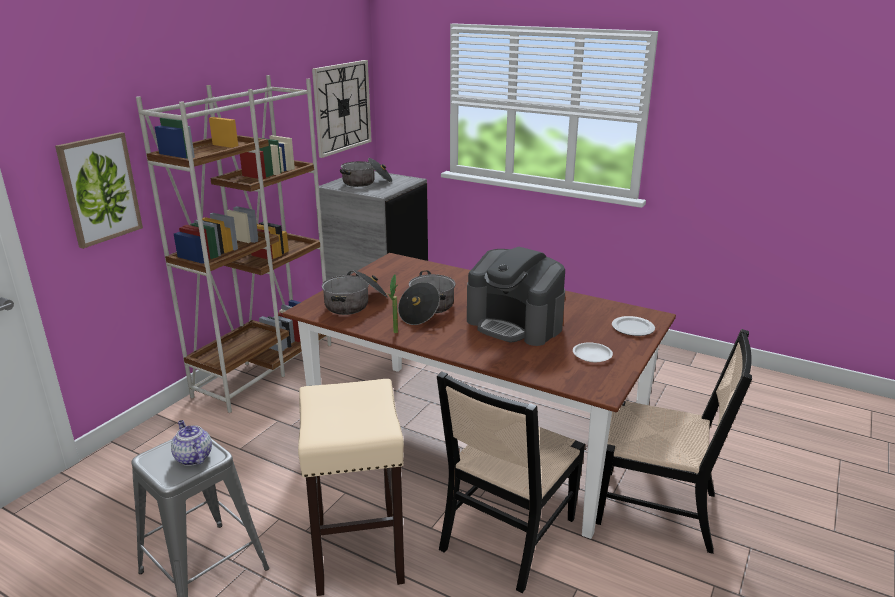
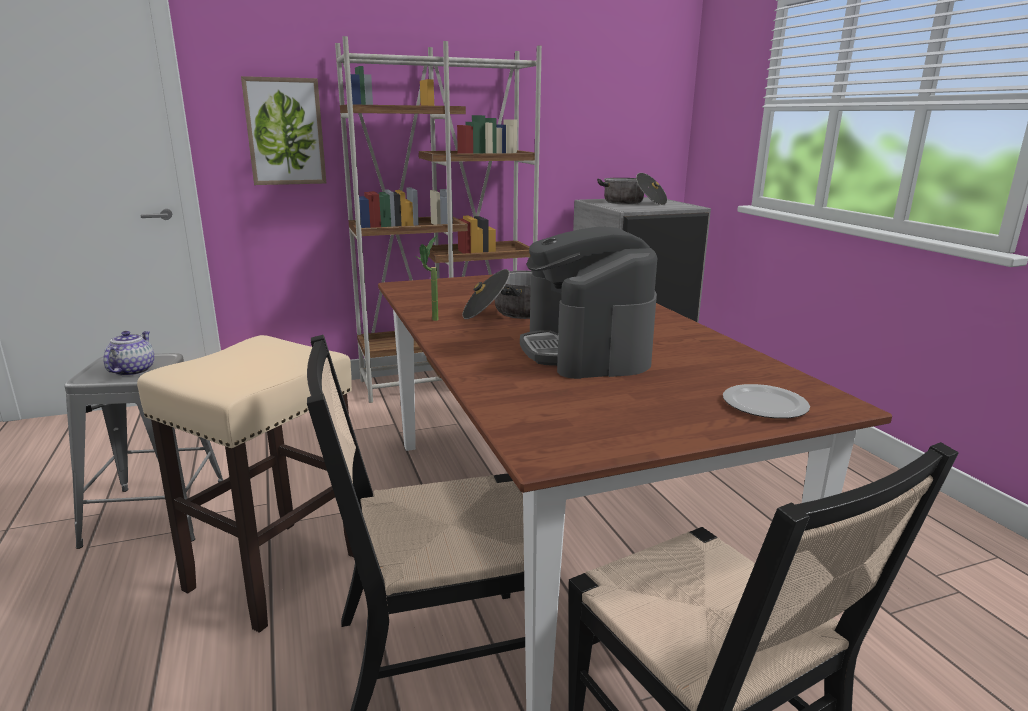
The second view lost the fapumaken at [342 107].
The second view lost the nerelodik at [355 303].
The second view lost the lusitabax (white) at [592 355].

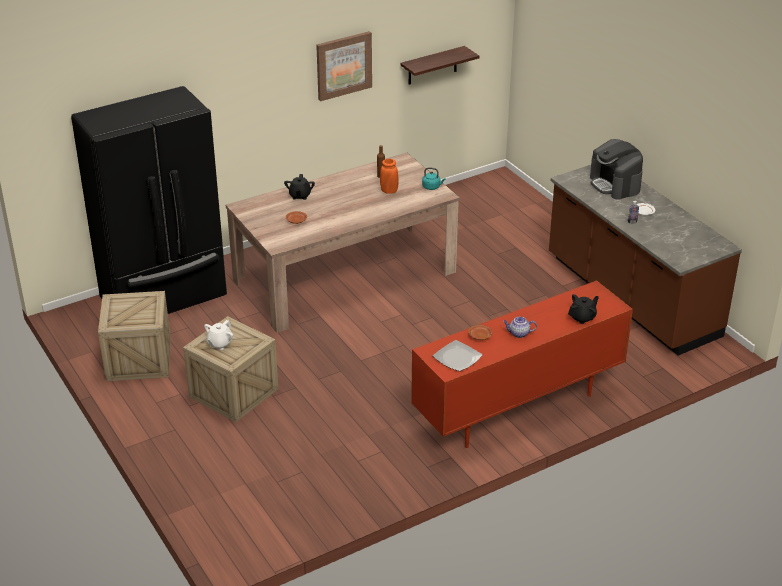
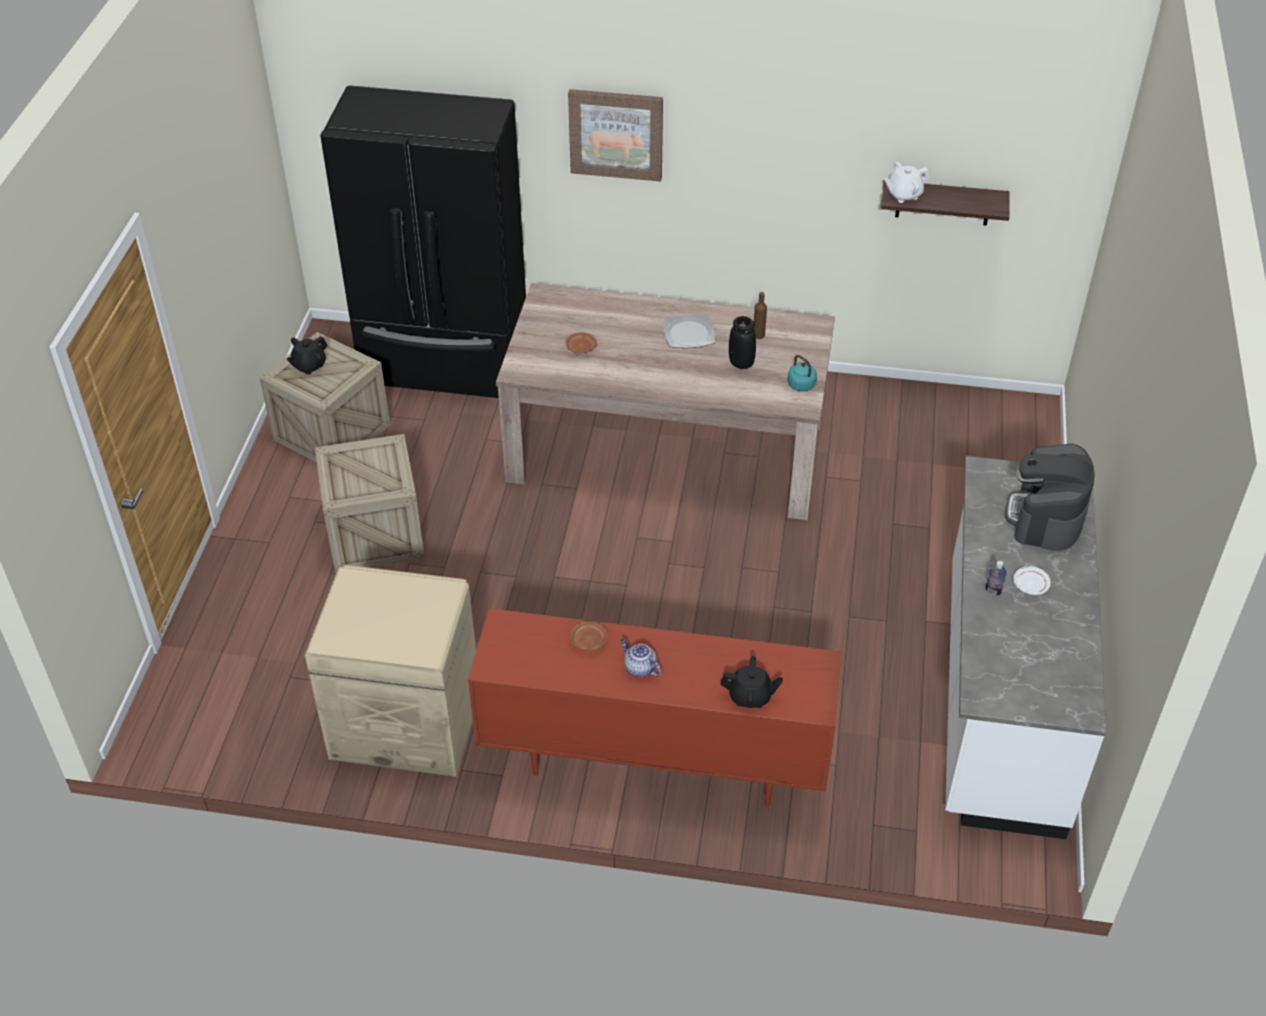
The second view gained the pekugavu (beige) at [406 719].
The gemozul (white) ended up elsewhere, having gone from [219 344] to [903 195].
The gemozul (black) ended up elsewhere, having gone from [300 196] to [309 366].
The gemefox ended up elsewhere, having gone from [343 65] to [616 134].
The lusitabax ended up elsewhere, having gone from [456 358] to [688 333].
What was the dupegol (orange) at [389 191] turned into the dupegol (black) at [741 363].
What was the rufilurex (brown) at [631 297] turned into the rufilurex (white) at [1000 695].

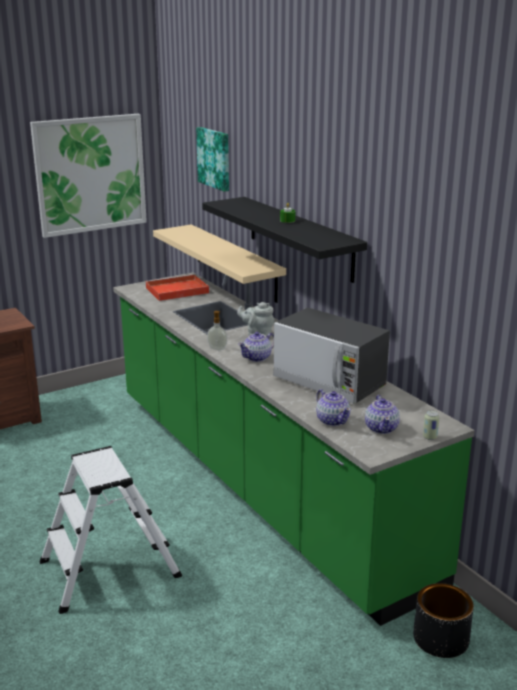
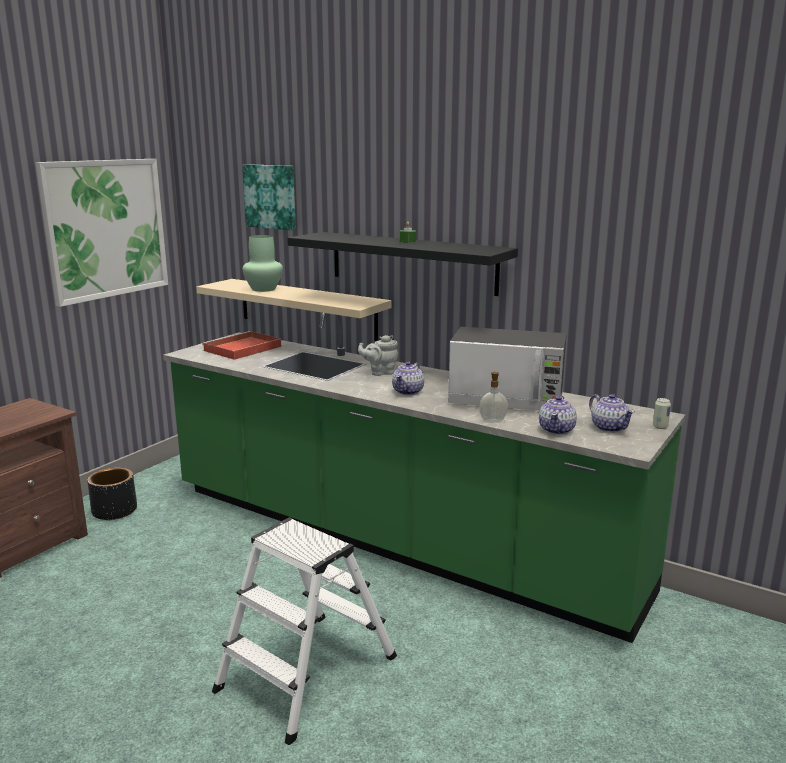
The second view gained the dupegol (green) at [263 289].
The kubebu ended up elsewhere, having gone from [217 348] to [492 421].
The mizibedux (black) ended up elsewhere, having gone from [440 640] to [114 511].
The gemozul at [332 420] ended up facing another way, 75 degrees clockwise from before.

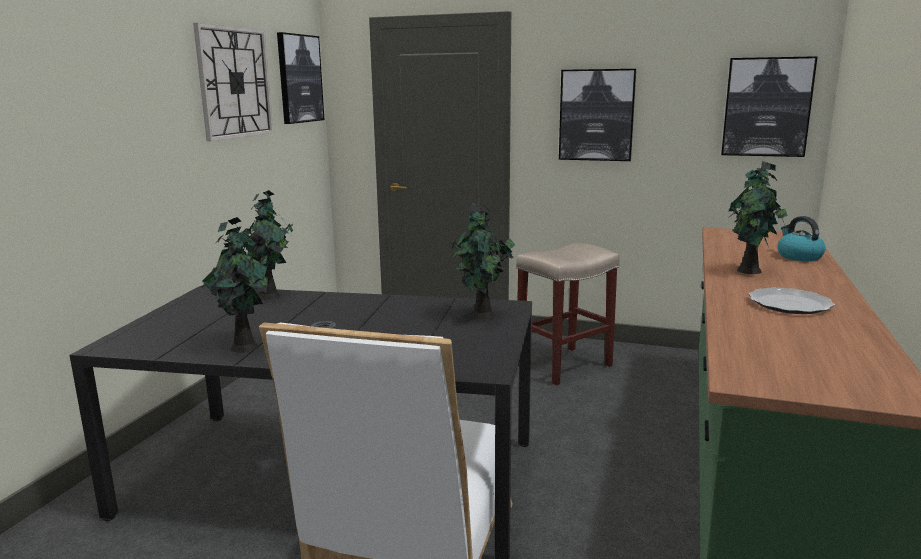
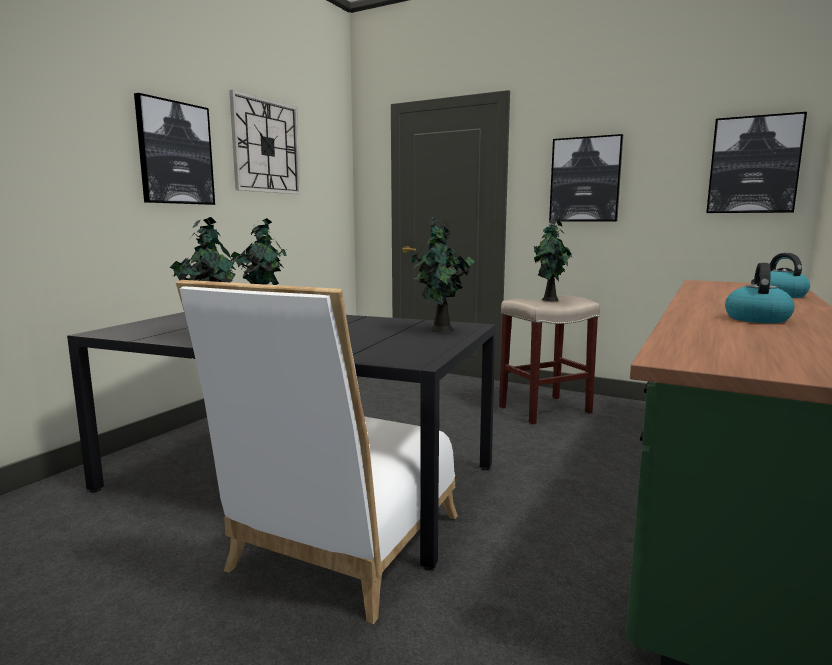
The gemefox ended up elsewhere, having gone from [299 79] to [175 153].
The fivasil ended up elsewhere, having gone from [750 271] to [550 300].
Where the lusitabax stood at [789 304], the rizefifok came to stand at [756 319].

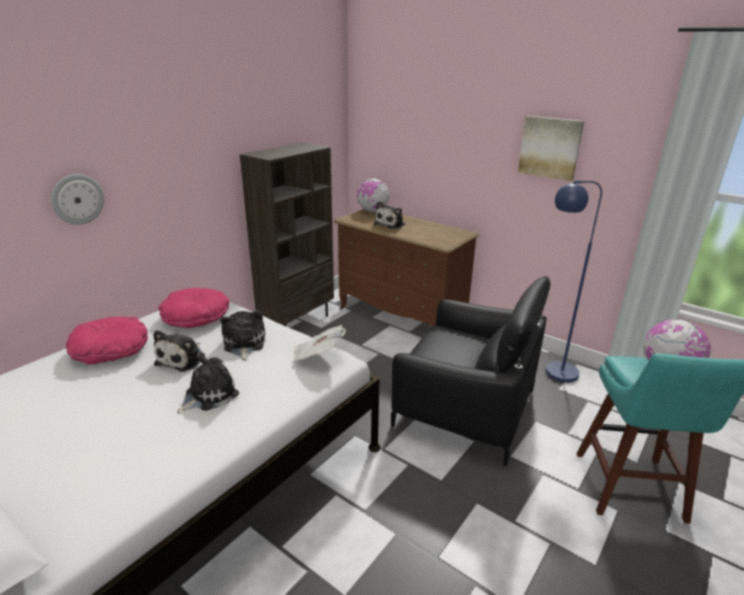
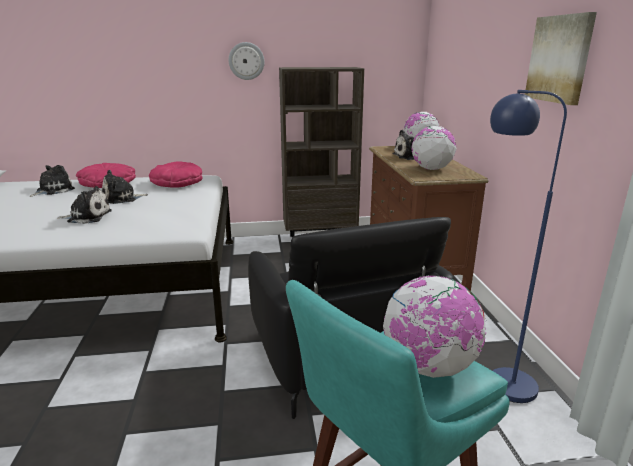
The second view lost the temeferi at [317 355].
The second view gained the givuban at [431 169].
The fapumaken ended up elsewhere, having gone from [77 199] to [246 61].
The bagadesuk ended up elsewhere, having gone from [243 344] to [53 190].

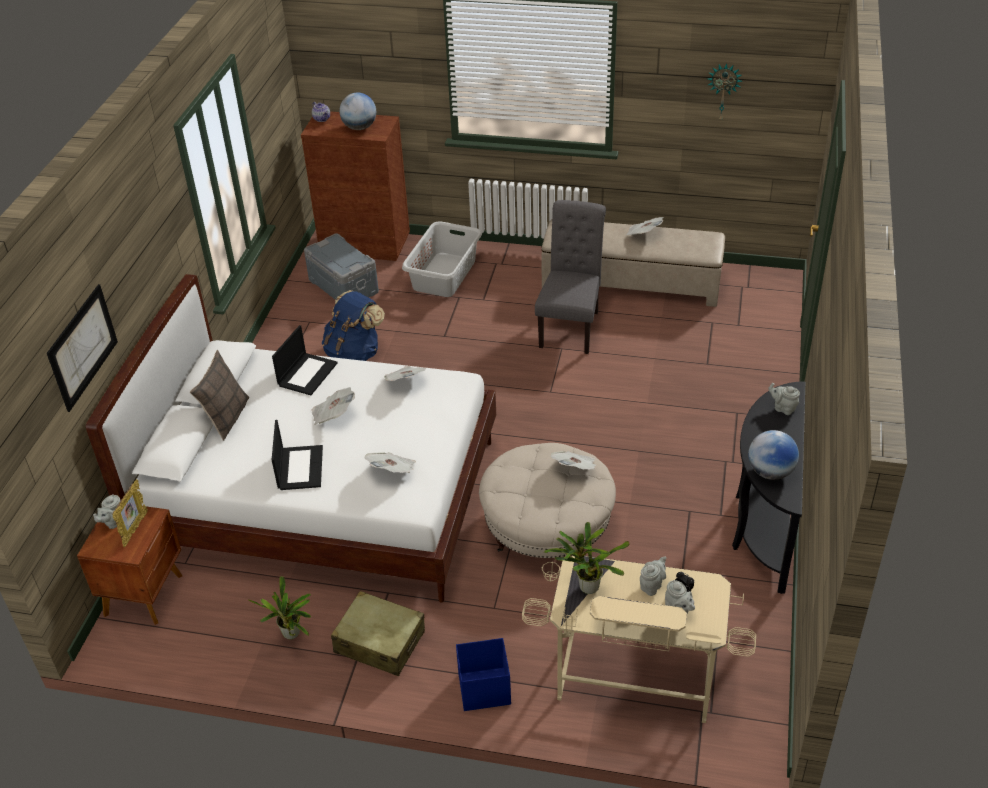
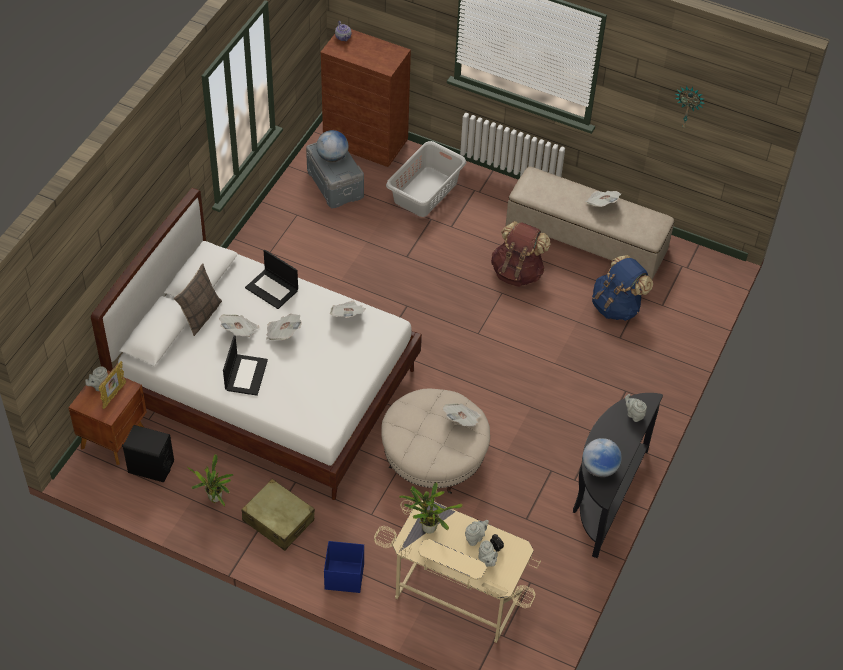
The second view lost the gemefox at [83 347].
The second view gained the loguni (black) at [151 467].
The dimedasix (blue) ended up elsewhere, having gone from [354 353] to [617 306].
The givuban ended up elsewhere, having gone from [359 127] to [332 157].
The temeferi ended up elsewhere, having gone from [393 471] to [240 331].
Where the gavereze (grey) stood at [571 326], the dimedasix (brown) came to stand at [517 272].
The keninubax at [307 374] ended up facing another way, 90 degrees clockwise from before.

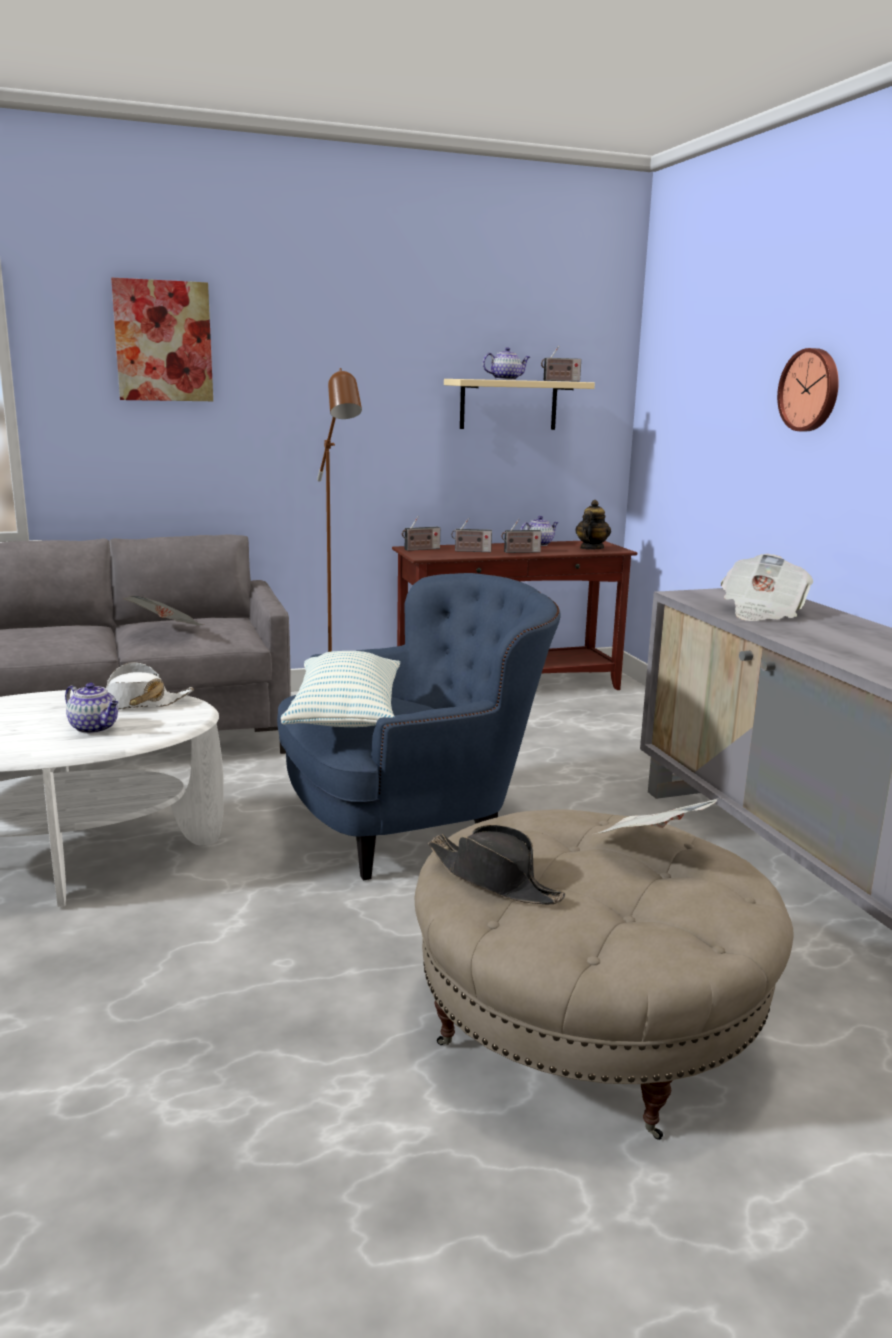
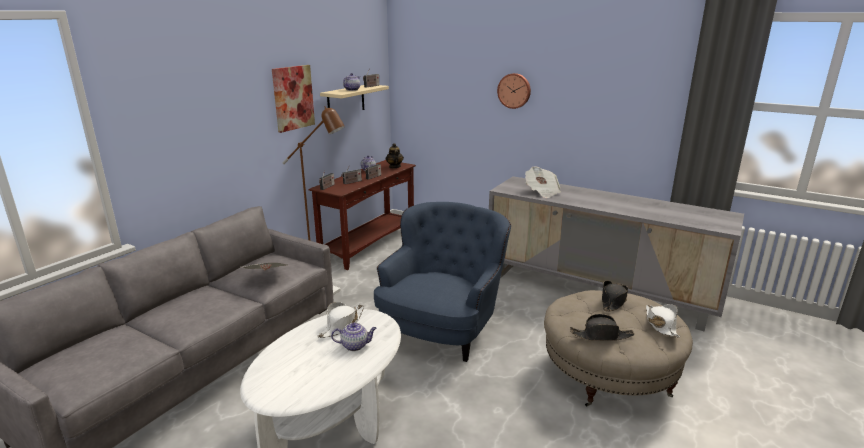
The second view lost the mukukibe at [346 716].
The second view gained the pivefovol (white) at [660 324].
The gemefox ended up elsewhere, having gone from [163 341] to [293 98].
Where the temeferi stood at [653 846], the pivefovol (black) came to stand at [613 301].

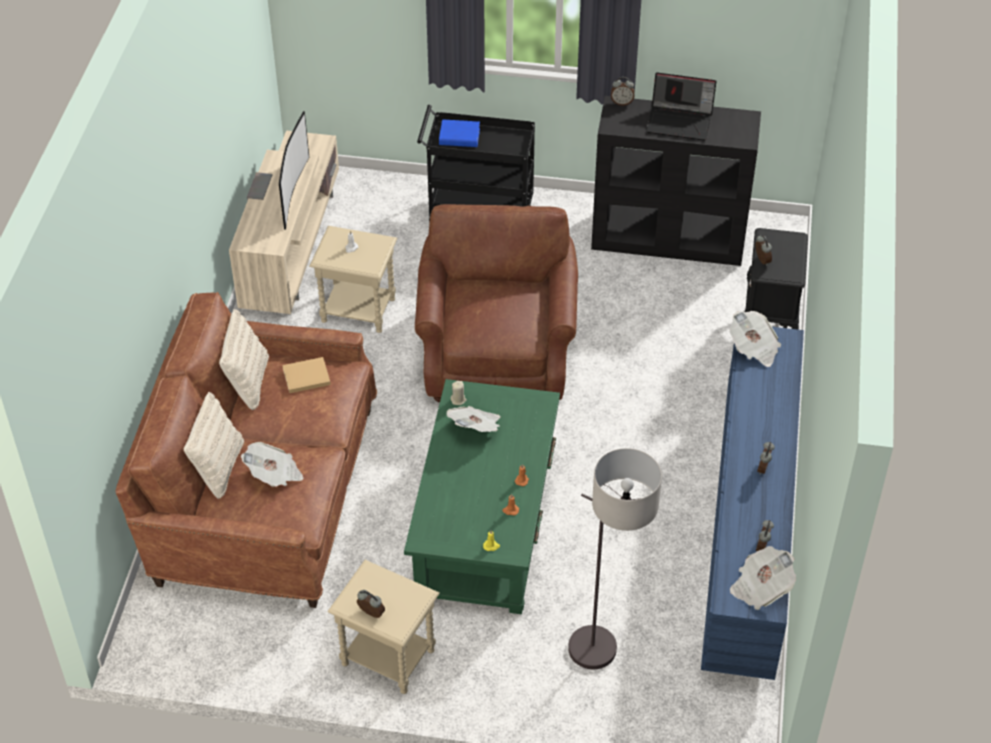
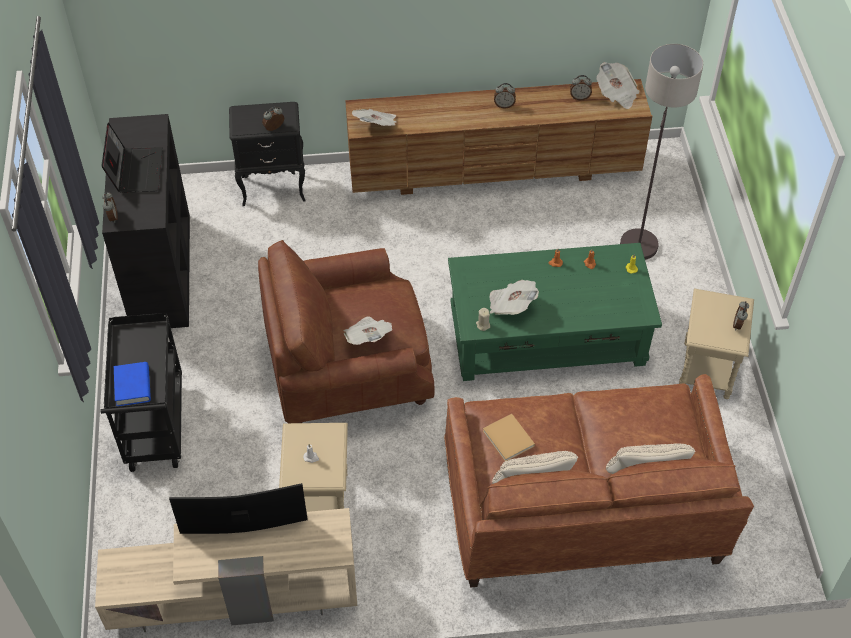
The temeferi ended up elsewhere, having gone from [274 475] to [368 338].
What was the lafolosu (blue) at [747 534] turned into the lafolosu (brown) at [493 174].

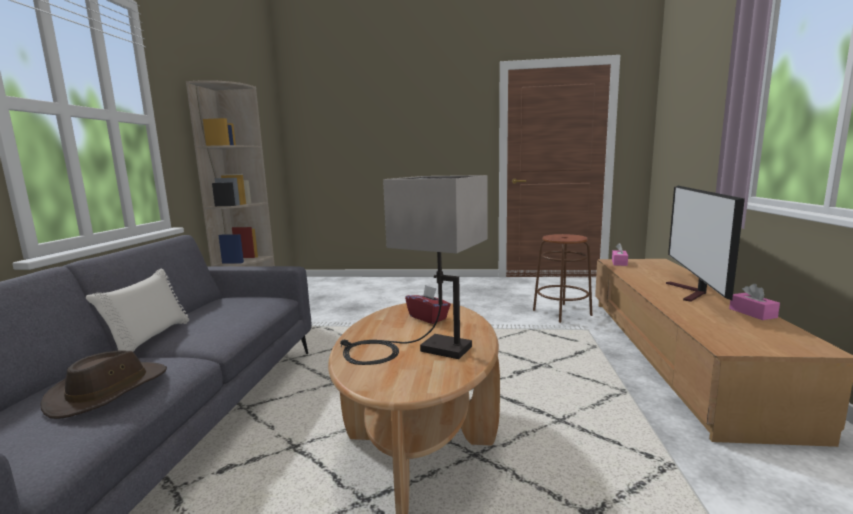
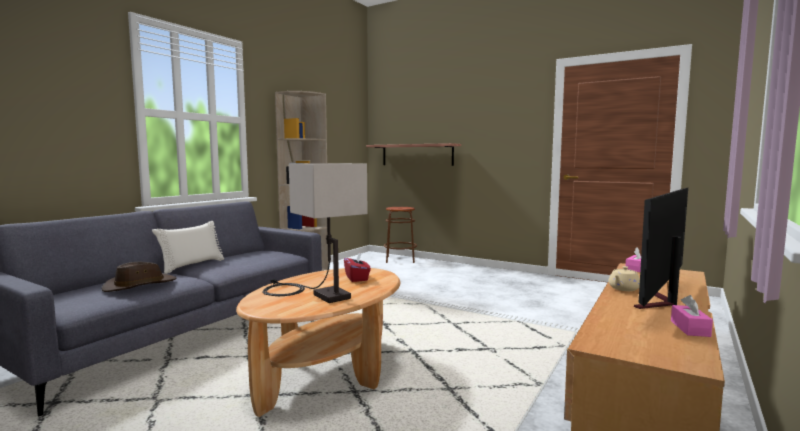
The second view gained the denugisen at [417 155].
The second view gained the gemozul (beige) at [623 289].
The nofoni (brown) ended up elsewhere, having gone from [562 312] to [400 259].

